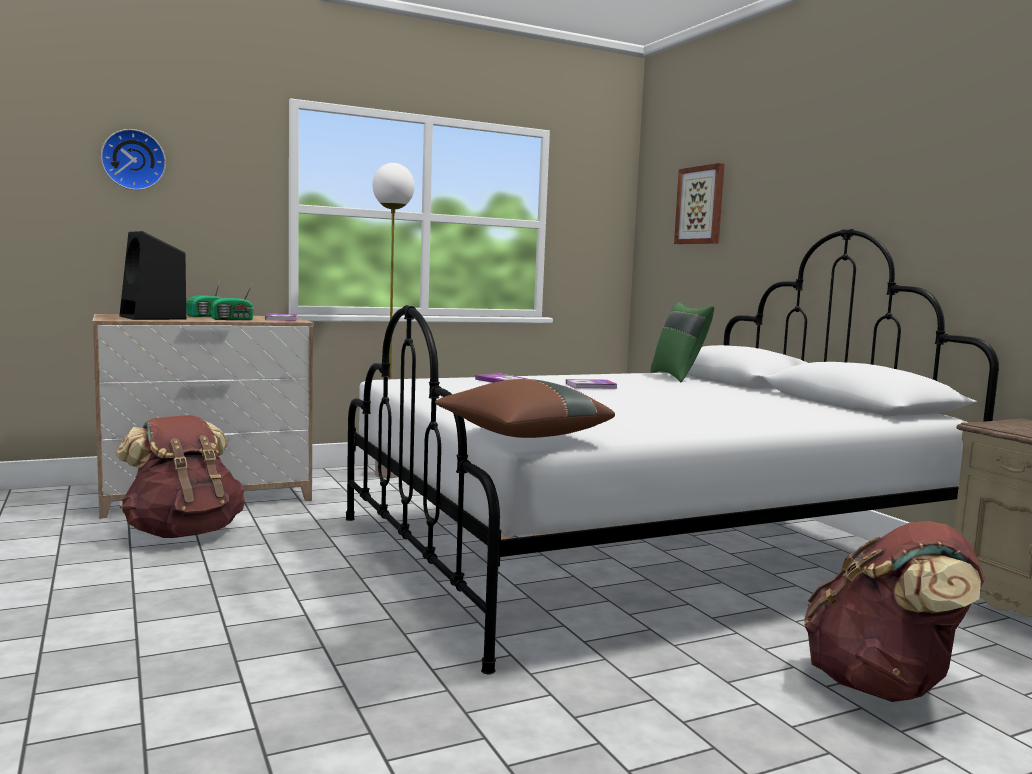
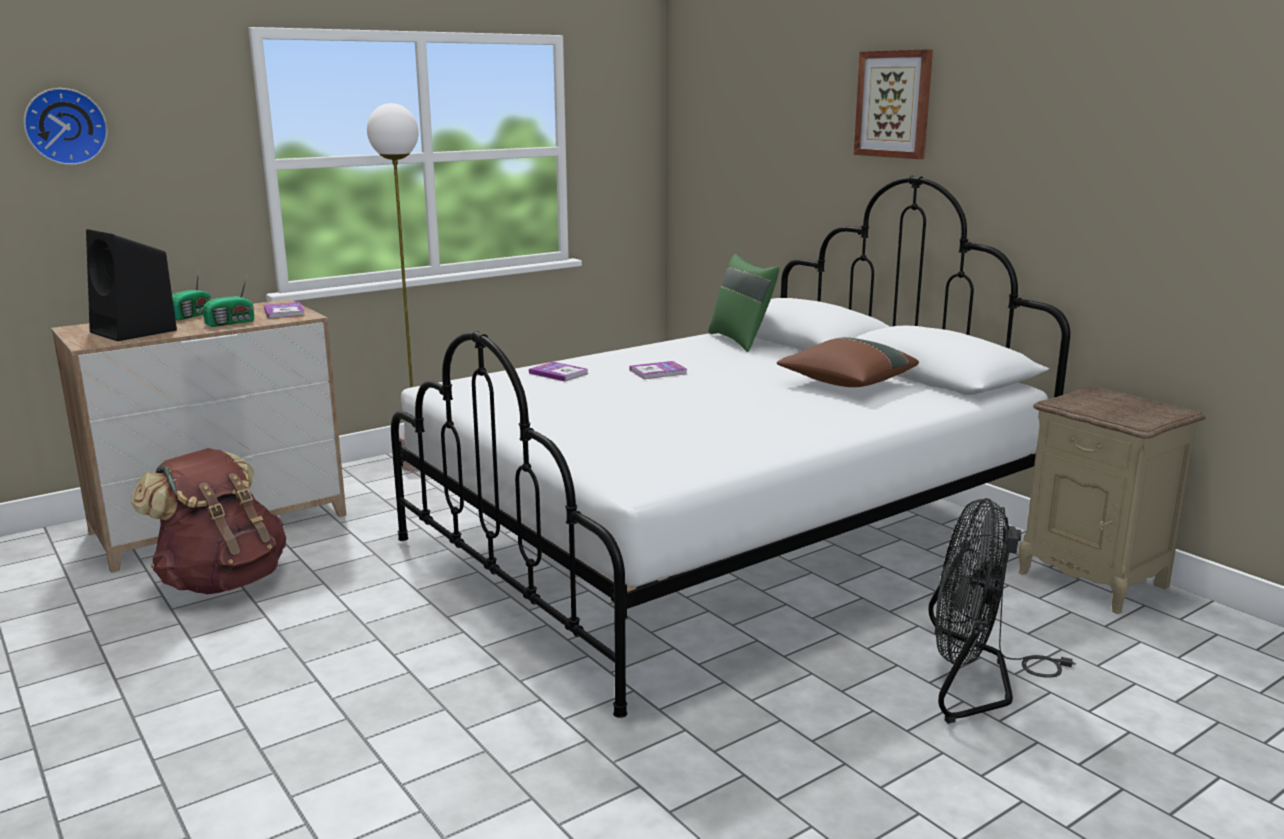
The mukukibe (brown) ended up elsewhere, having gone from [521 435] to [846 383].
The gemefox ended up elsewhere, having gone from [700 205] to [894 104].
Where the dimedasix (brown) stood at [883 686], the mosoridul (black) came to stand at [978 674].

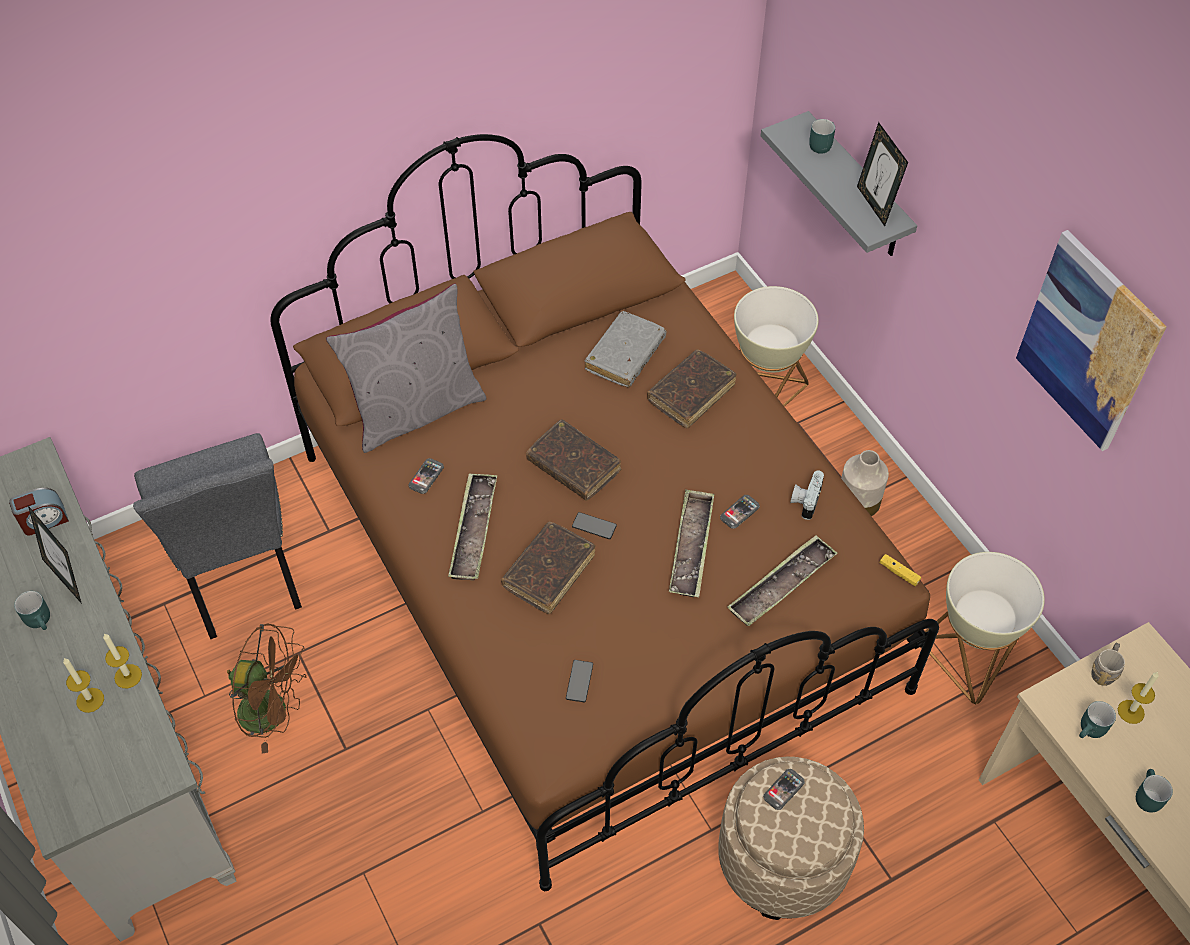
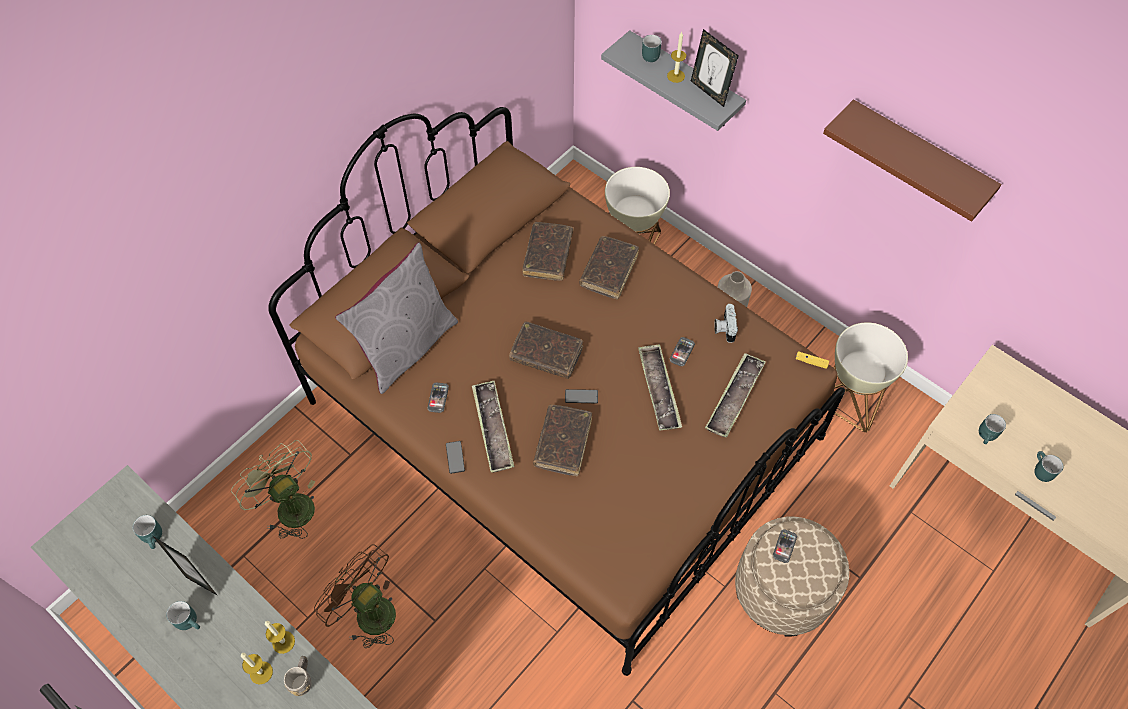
The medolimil ended up elsewhere, having gone from [579 681] to [455 457].
The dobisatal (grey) ended up elsewhere, having gone from [1104 671] to [303 679].
The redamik ended up elsewhere, having gone from [1131 711] to [676 76].
Where the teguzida stood at [44 520], the dobisatal (turquoise) came to stand at [155 537].
Where the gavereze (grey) stood at [237 565], the mosoridul (green) came to stand at [289 505].
Where the gemefox hung at [1088 342], the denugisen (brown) came to hang at [917 159].
What was the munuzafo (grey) at [625 355] turned into the munuzafo (brown) at [548 255].
The mosoridul (brown) at [274 712] ended up facing another way, 135 degrees counterclockwise from before.

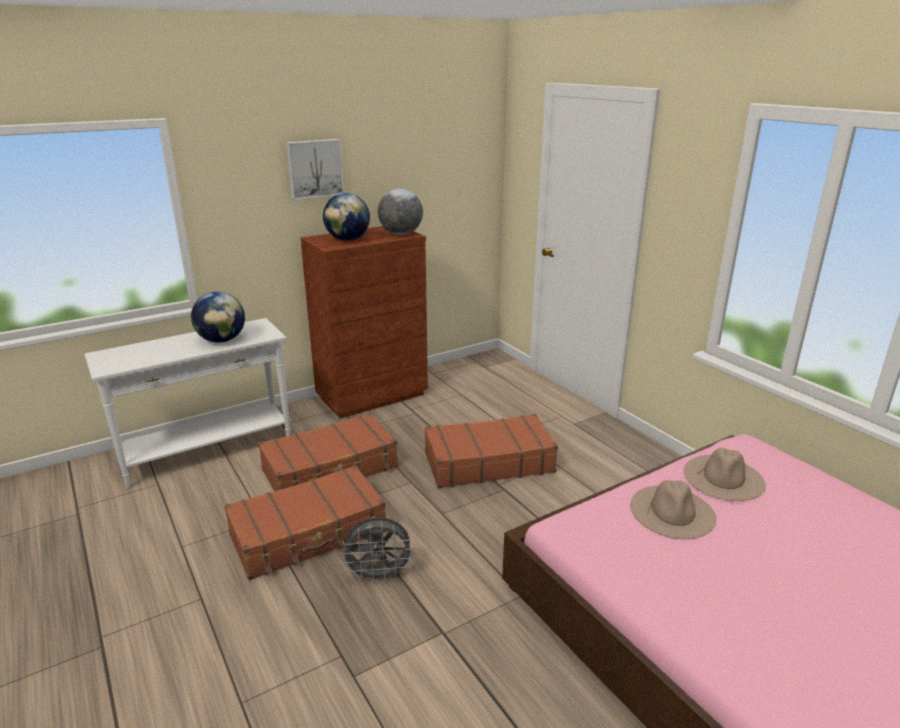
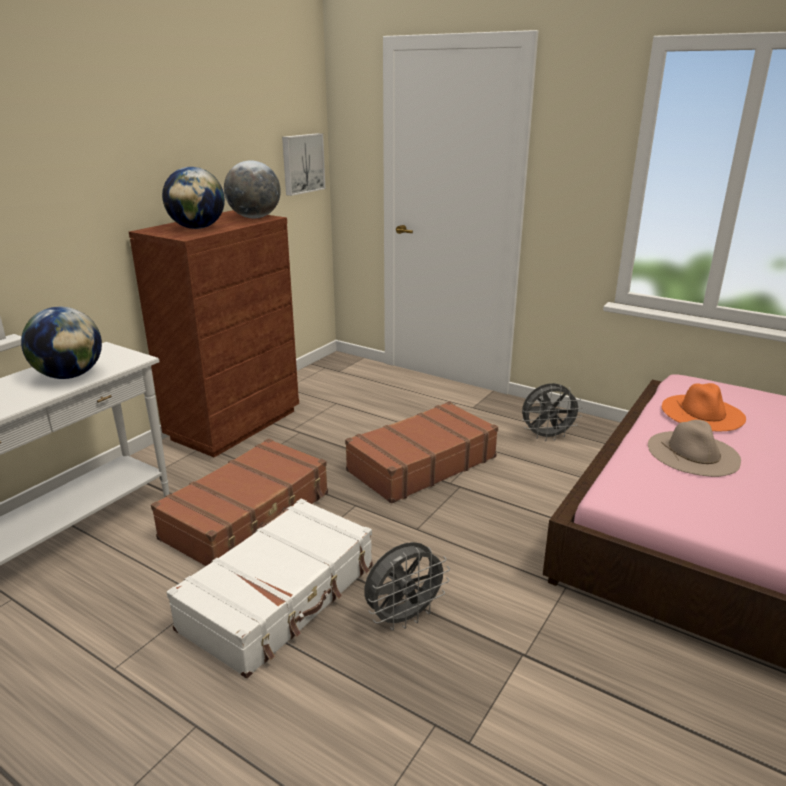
The second view gained the mosoridul (grey) at [547 436].
The gemefox ended up elsewhere, having gone from [314 168] to [302 163].
What was the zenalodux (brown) at [309 534] turned into the zenalodux (white) at [281 597].
What was the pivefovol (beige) at [723 477] turned into the pivefovol (orange) at [702 412].

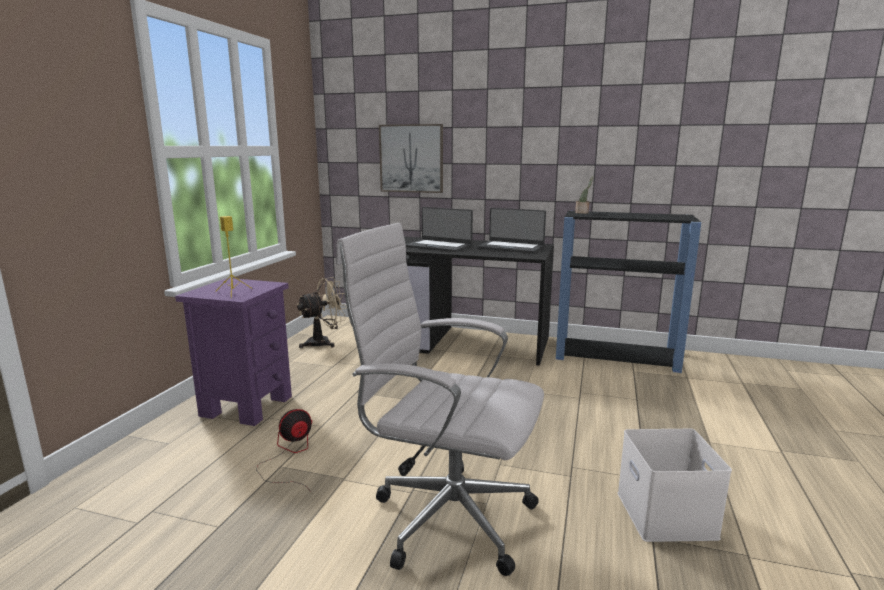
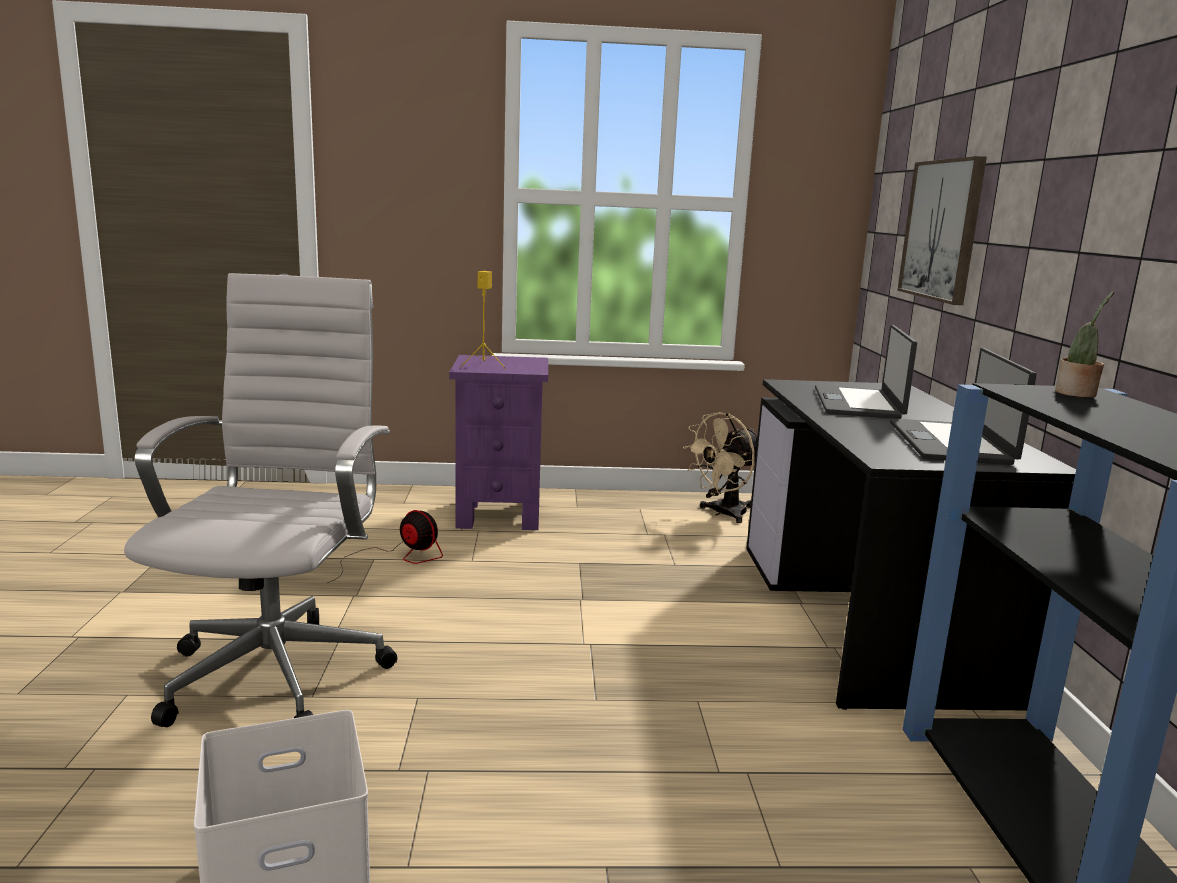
The mosoridul (beige) at [324 342] ended up facing another way, 105 degrees clockwise from before.

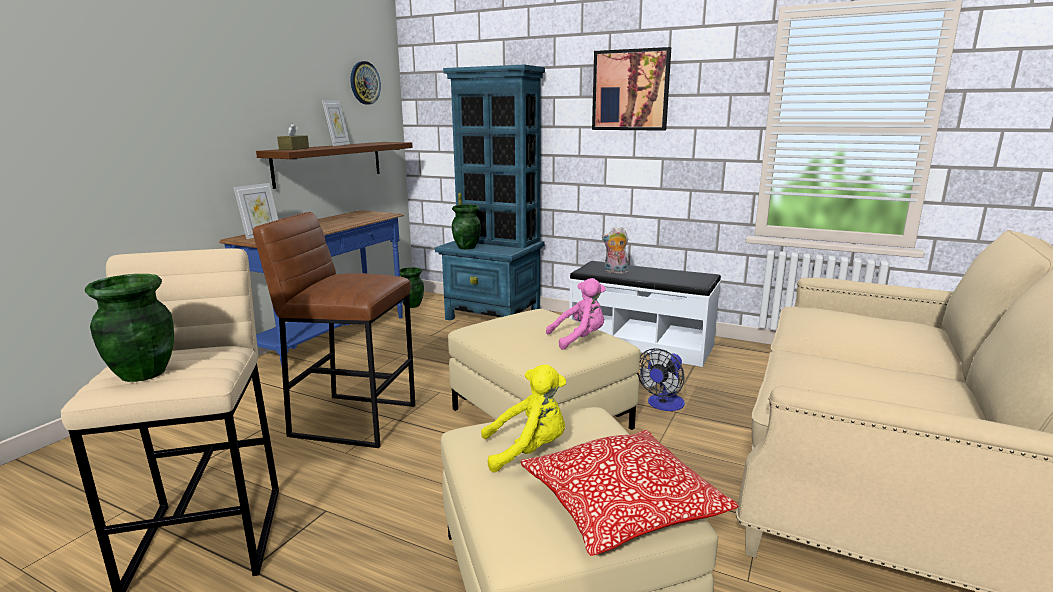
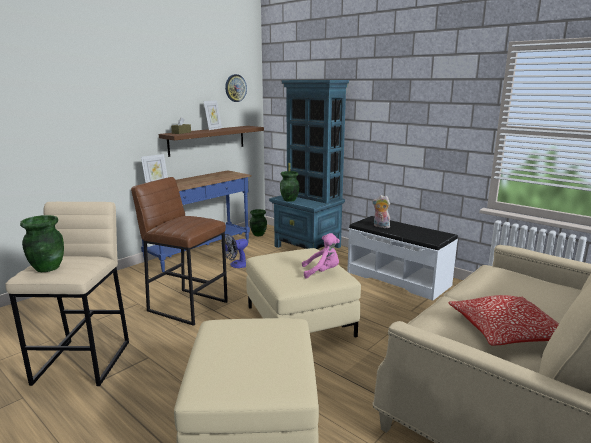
The second view lost the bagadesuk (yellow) at [528 451].
The second view lost the gemefox at [630 90].
The mukukibe ended up elsewhere, having gone from [621 507] to [506 332].
The mosoridul ended up elsewhere, having gone from [663 405] to [236 265].

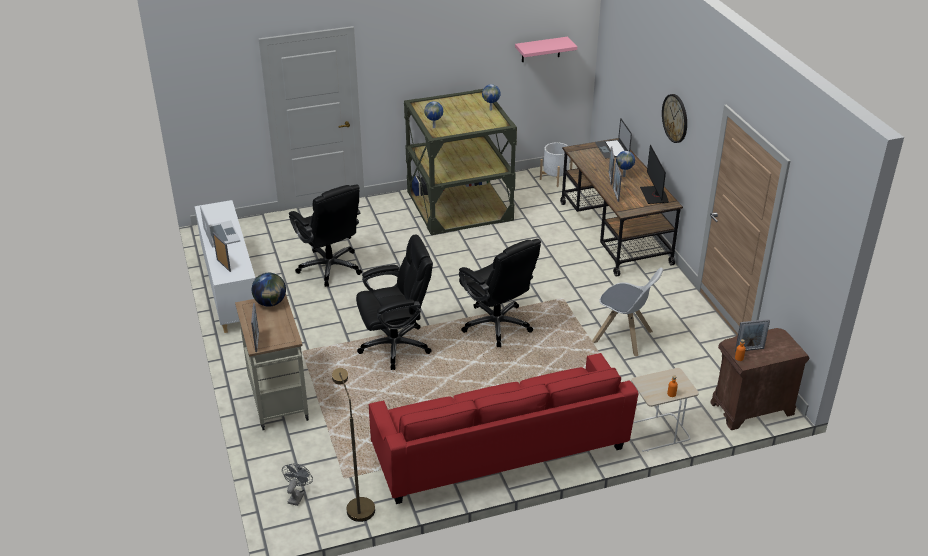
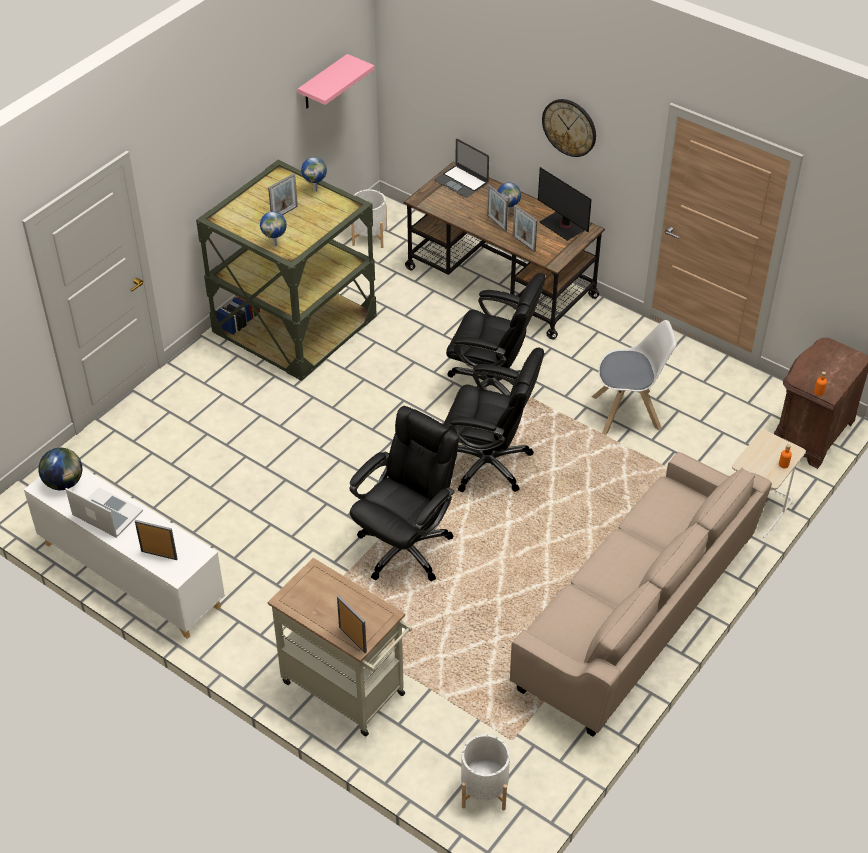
The second view lost the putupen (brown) at [357 505].
The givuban ended up elsewhere, having gone from [270 303] to [64 483].
The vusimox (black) ended up elsewhere, having gone from [330 267] to [491 386].
The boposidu ended up elsewhere, having gone from [749 349] to [284 213].
Where the mosoridul (grey) stood at [297 495], the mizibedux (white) came to stand at [484 790].
What was the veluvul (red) at [499 452] turned into the veluvul (beige) at [635 616].

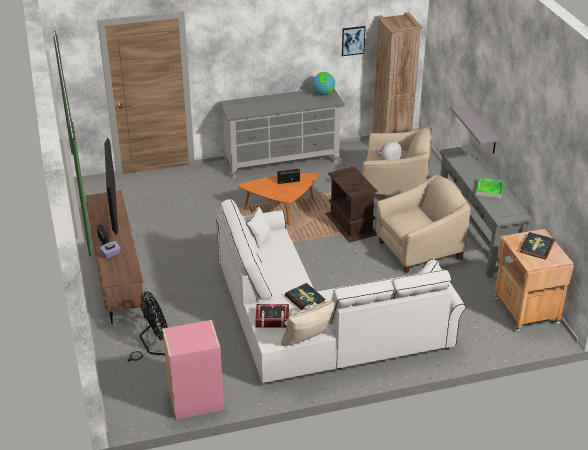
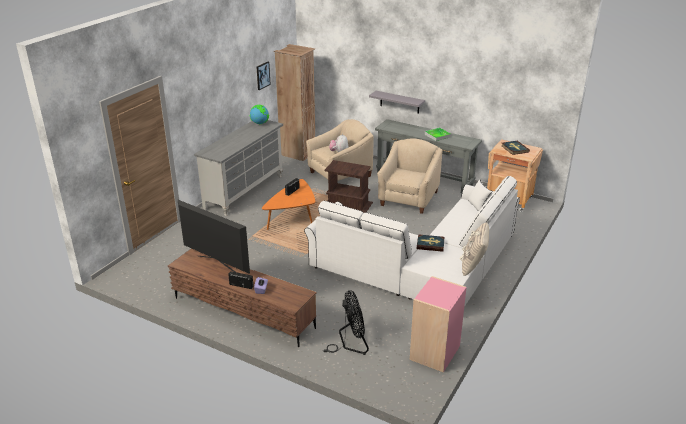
The second view lost the munuzafo at [272 319].
The mosoridul (black) at [152 344] ended up facing another way, 60 degrees clockwise from before.

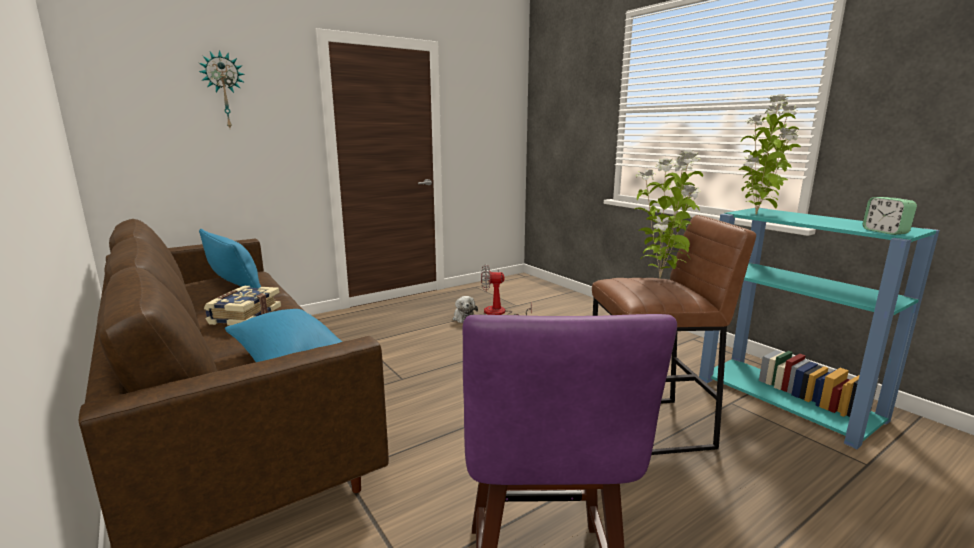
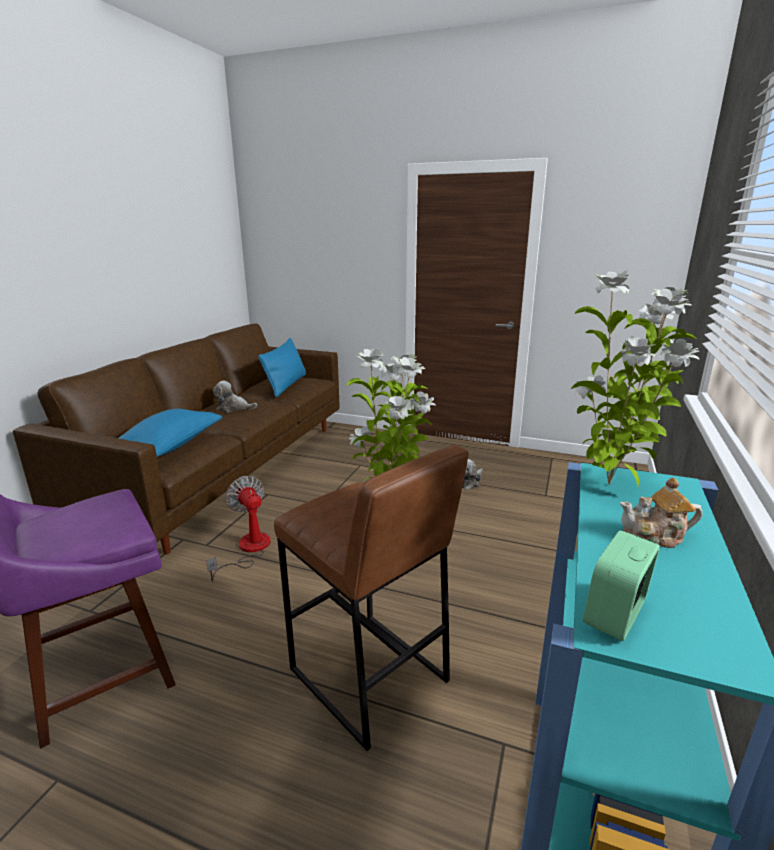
The second view lost the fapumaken at [224 91].
The second view gained the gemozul at [655 536].
The mosoridul ended up elsewhere, having gone from [500 314] to [248 550].
Where the munuzafo stood at [244 316], the bagadesuk came to stand at [233 408].

